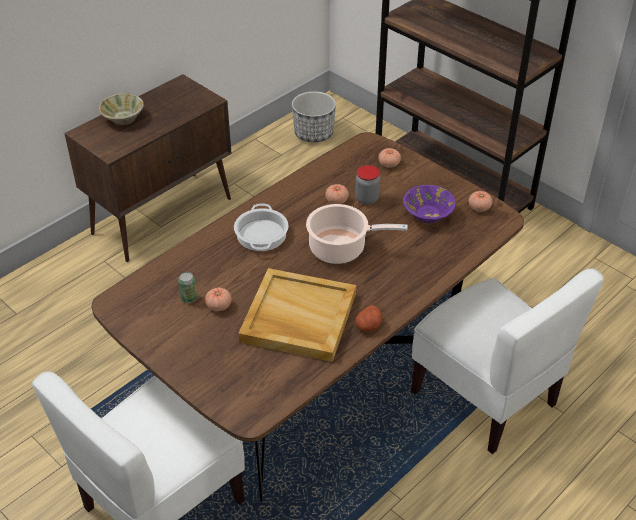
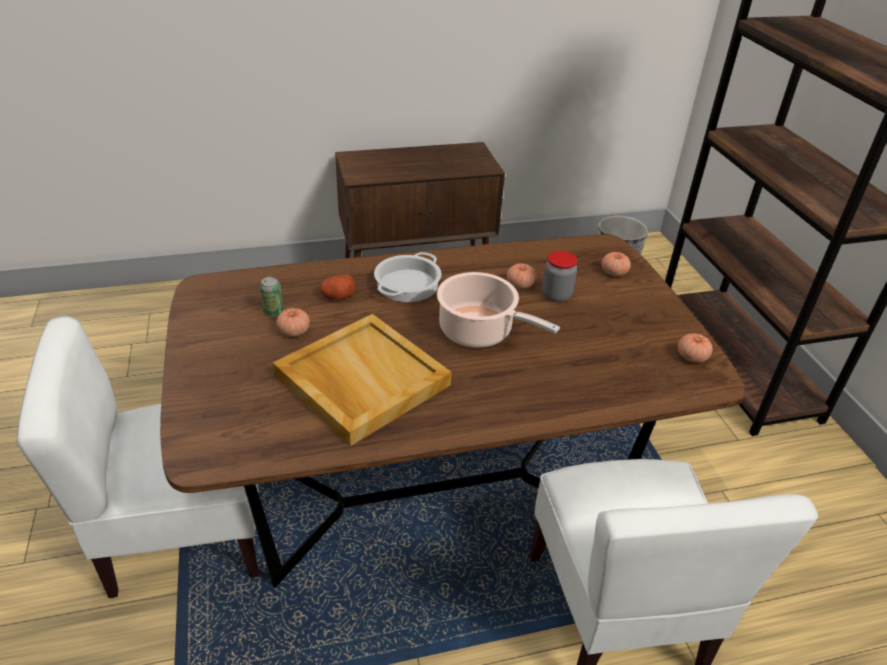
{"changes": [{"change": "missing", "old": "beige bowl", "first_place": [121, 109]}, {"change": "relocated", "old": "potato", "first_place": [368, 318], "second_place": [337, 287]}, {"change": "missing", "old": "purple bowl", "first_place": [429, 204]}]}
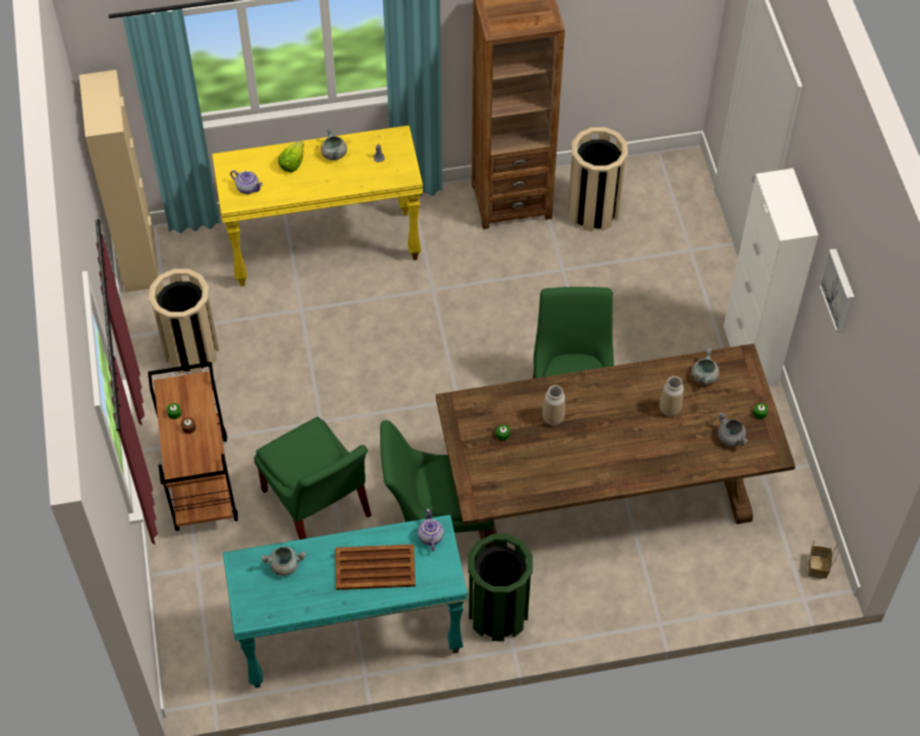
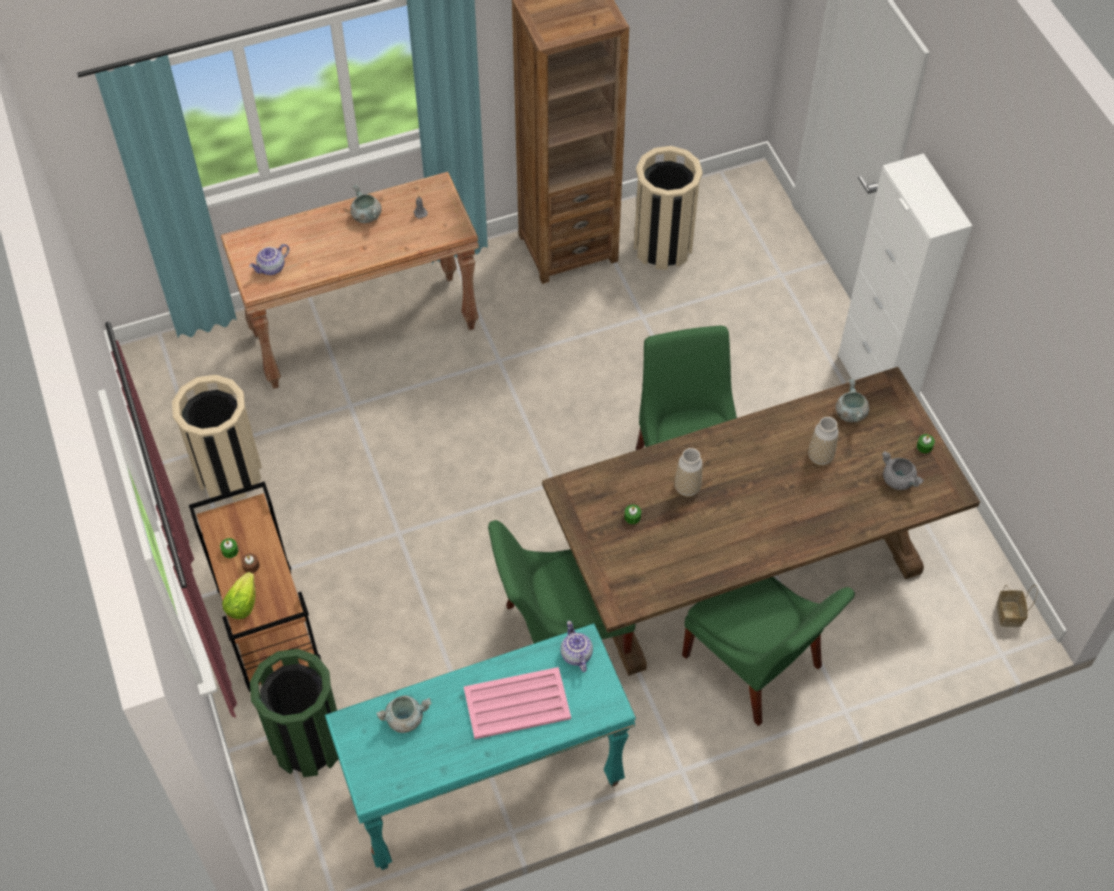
{"changes": [{"change": "missing", "old": "beige cabinet", "first_place": [119, 181]}, {"change": "colour", "old": "yellow console table", "new": "brown console table", "first_place": [317, 206], "second_place": [350, 280]}, {"change": "spun", "old": "teapot", "first_place": [246, 182], "second_place": [269, 259], "degrees": 120}, {"change": "relocated", "old": "green chair", "first_place": [312, 478], "second_place": [768, 651]}, {"change": "relocated", "old": "lettuce", "first_place": [291, 156], "second_place": [239, 595]}, {"change": "colour", "old": "brown tray", "new": "pink tray", "first_place": [375, 567], "second_place": [517, 703]}, {"change": "relocated", "old": "green trash can", "first_place": [500, 587], "second_place": [294, 713]}, {"change": "missing", "old": "picture", "first_place": [836, 291]}]}
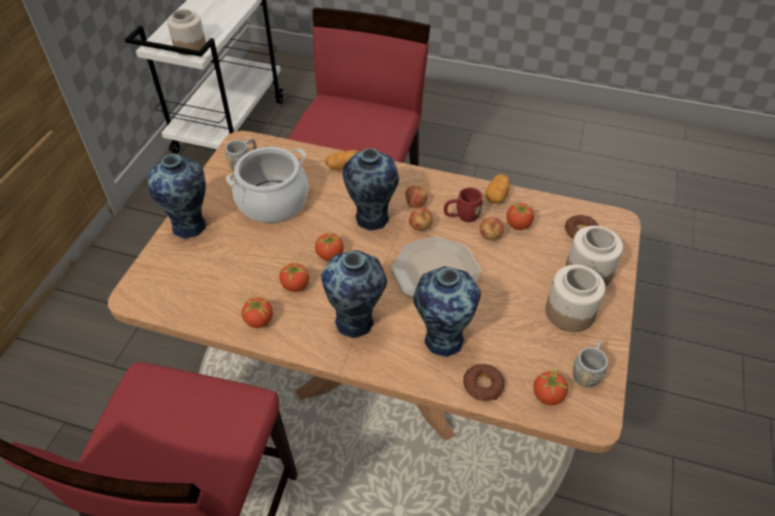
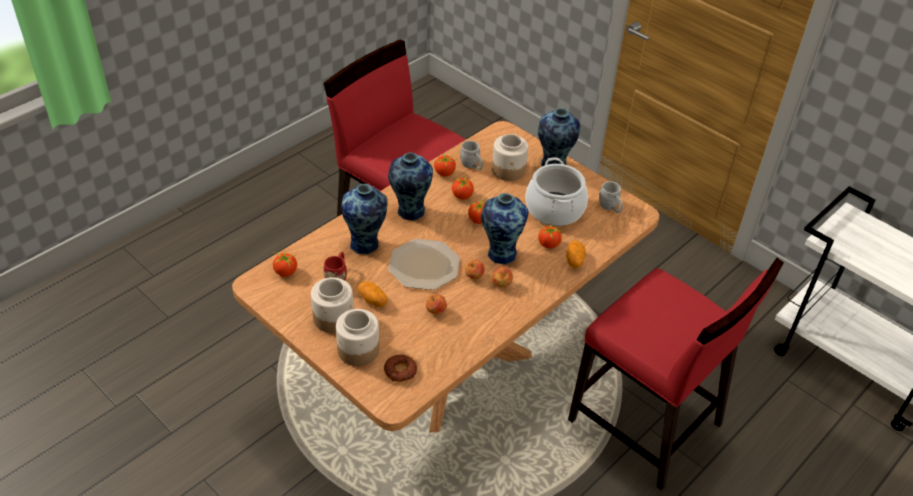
{"changes": [{"change": "relocated", "old": "jar", "first_place": [186, 32], "second_place": [510, 157]}, {"change": "relocated", "old": "red mug", "first_place": [463, 204], "second_place": [335, 266]}, {"change": "missing", "old": "donut", "first_place": [484, 382]}, {"change": "relocated", "old": "potato", "first_place": [498, 189], "second_place": [373, 294]}, {"change": "relocated", "old": "tomato", "first_place": [520, 216], "second_place": [550, 236]}, {"change": "relocated", "old": "grey mug", "first_place": [590, 364], "second_place": [471, 155]}]}
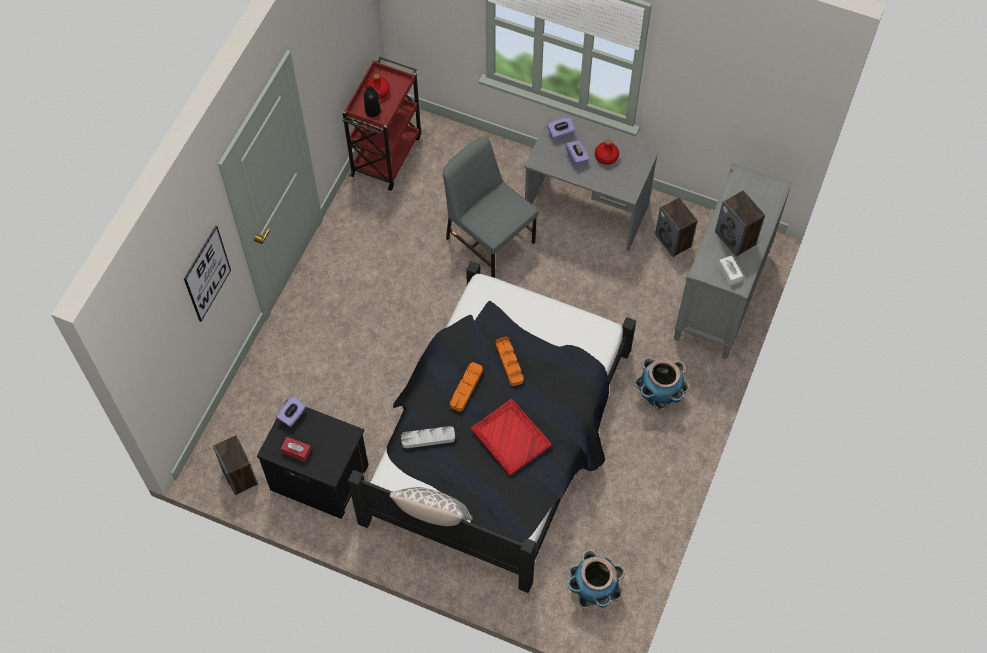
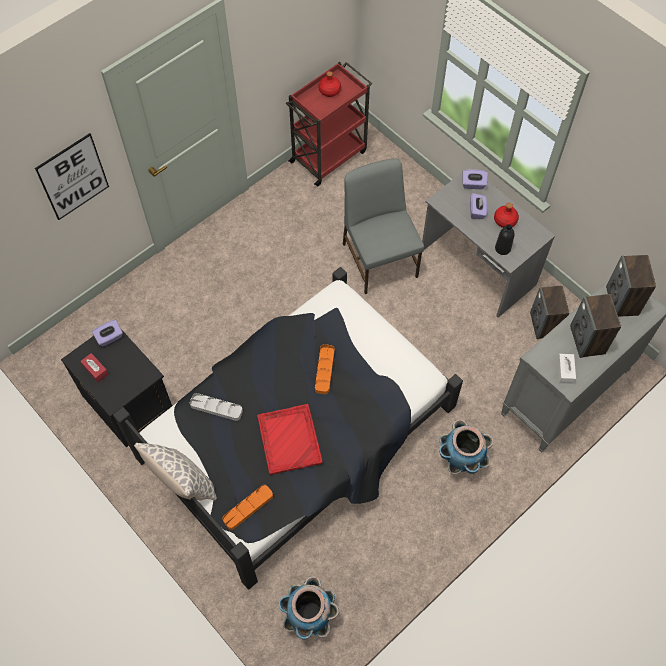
{"changes": [{"change": "relocated", "old": "speaker", "first_place": [235, 465], "second_place": [631, 286]}, {"change": "relocated", "old": "black bottle", "first_place": [372, 101], "second_place": [505, 240]}, {"change": "relocated", "old": "orange tray", "first_place": [466, 387], "second_place": [248, 507]}]}
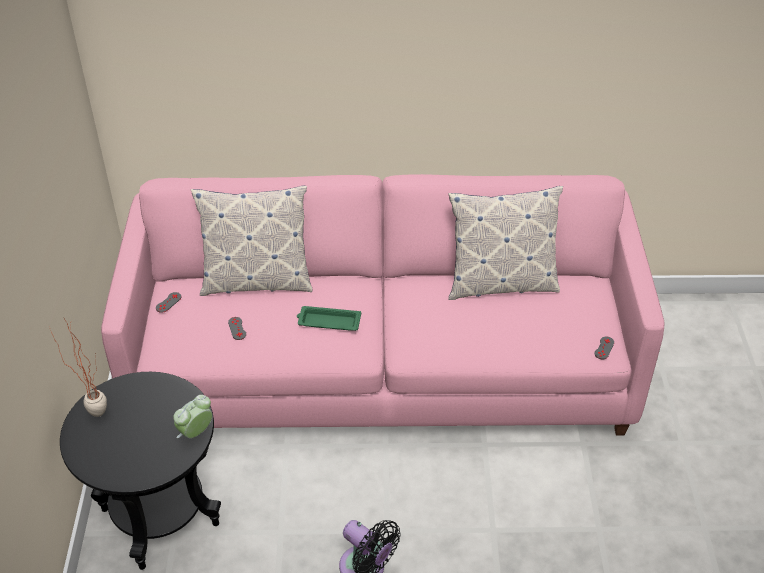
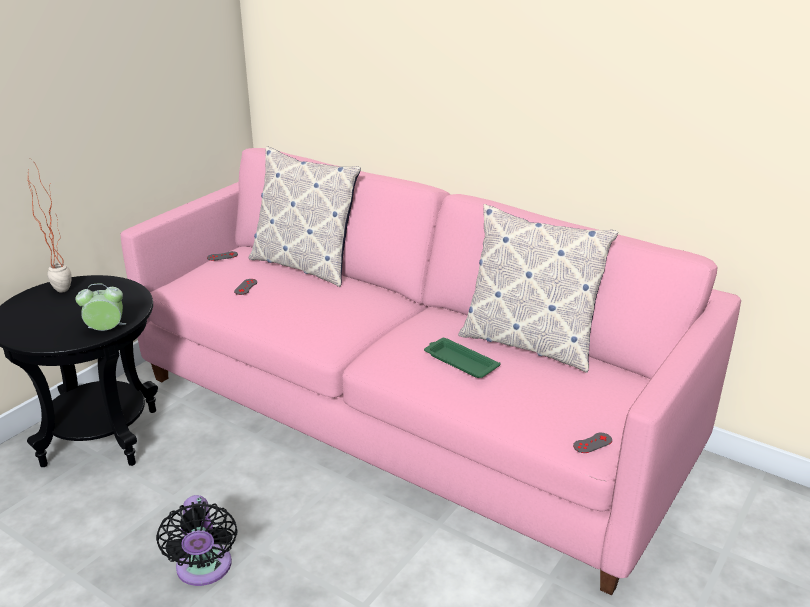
{"changes": [{"change": "relocated", "old": "green tray", "first_place": [329, 318], "second_place": [462, 358]}]}
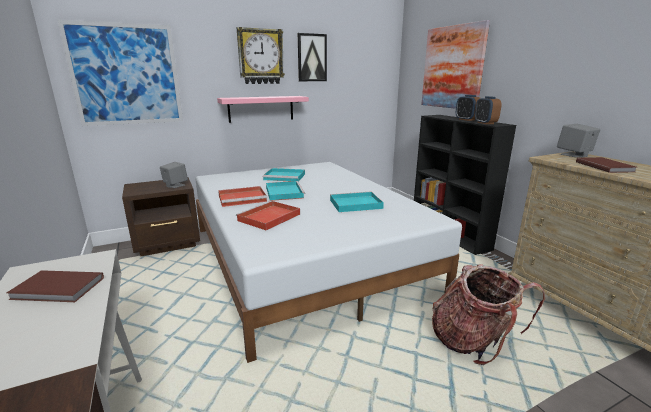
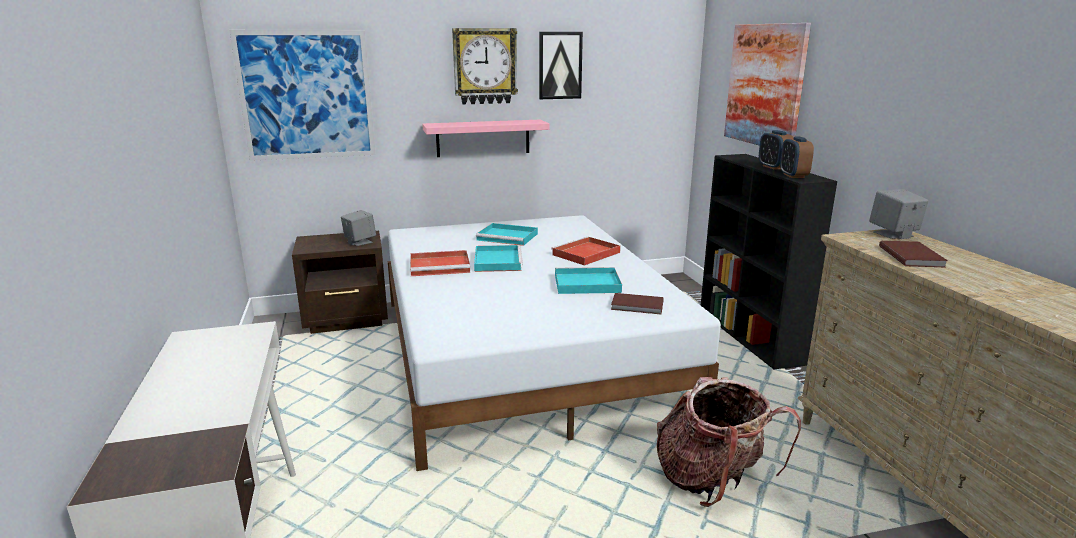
{"changes": [{"change": "relocated", "old": "brown book", "first_place": [55, 286], "second_place": [637, 304]}, {"change": "relocated", "old": "red tray", "first_place": [268, 215], "second_place": [586, 251]}]}
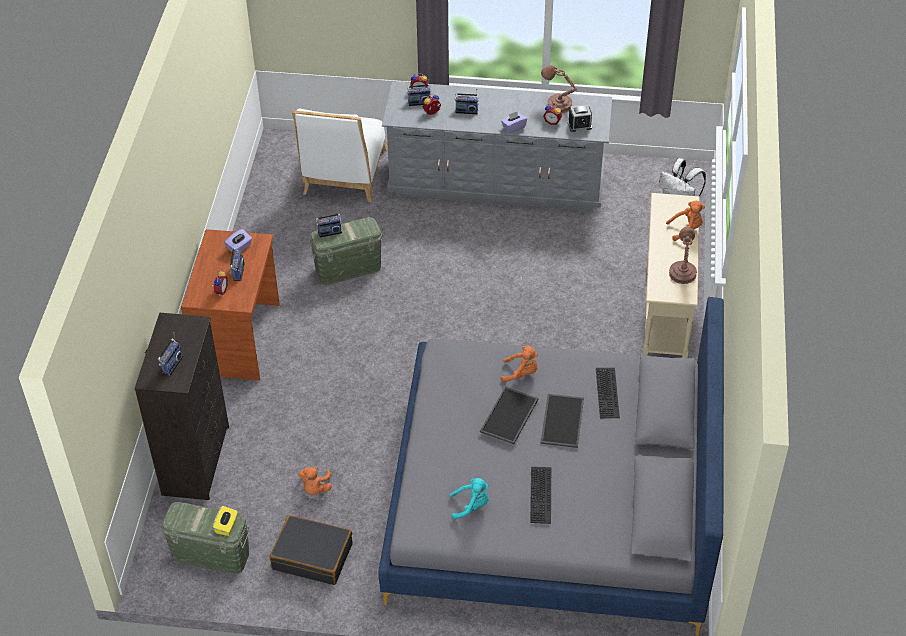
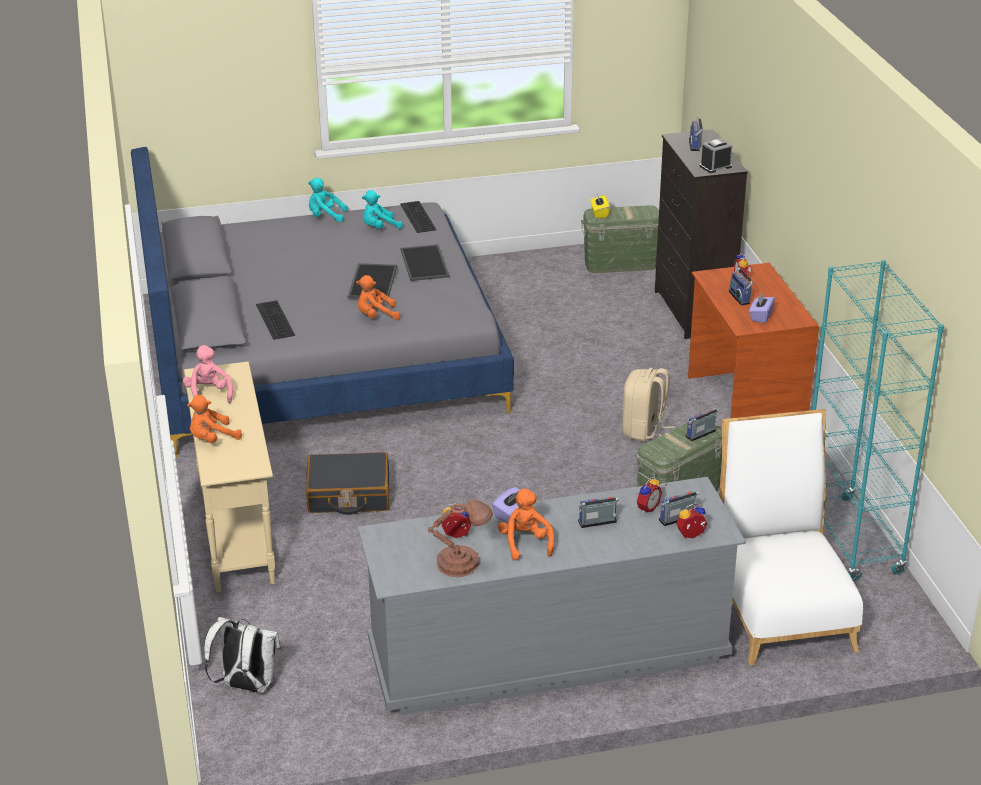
{"changes": [{"change": "relocated", "old": "black suitcase", "first_place": [310, 550], "second_place": [347, 483]}, {"change": "relocated", "old": "orange plush toy", "first_place": [315, 481], "second_place": [526, 524]}, {"change": "relocated", "old": "keyboard", "first_place": [540, 495], "second_place": [418, 217]}, {"change": "relocated", "old": "tray", "first_place": [562, 421], "second_place": [425, 262]}, {"change": "relocated", "old": "alarm clock", "first_place": [580, 118], "second_place": [716, 155]}, {"change": "exchanged", "old": "brown table lamp", "new": "pink plush toy", "first_place": [683, 255], "second_place": [208, 374]}, {"change": "appeared", "new": "turquoise plush toy", "second_place": [327, 200]}, {"change": "appeared", "new": "beige backpack", "second_place": [648, 405]}, {"change": "appeared", "new": "turquoise bookcase", "second_place": [878, 420]}]}
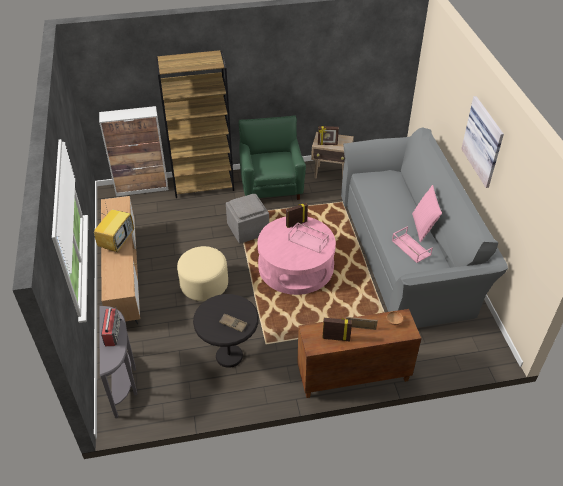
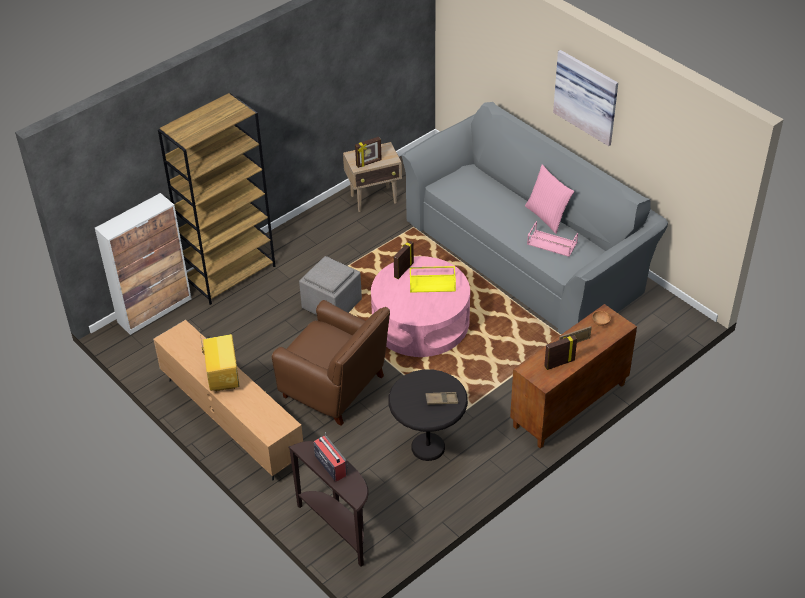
{"changes": [{"change": "colour", "old": "grey console table", "new": "brown console table", "first_place": [118, 362], "second_place": [328, 504]}, {"change": "exchanged", "old": "beige ottoman", "new": "brown armchair", "first_place": [202, 273], "second_place": [331, 363]}, {"change": "missing", "old": "green armchair", "first_place": [272, 157]}, {"change": "colour", "old": "pink tray", "new": "yellow tray", "first_place": [308, 237], "second_place": [433, 279]}]}
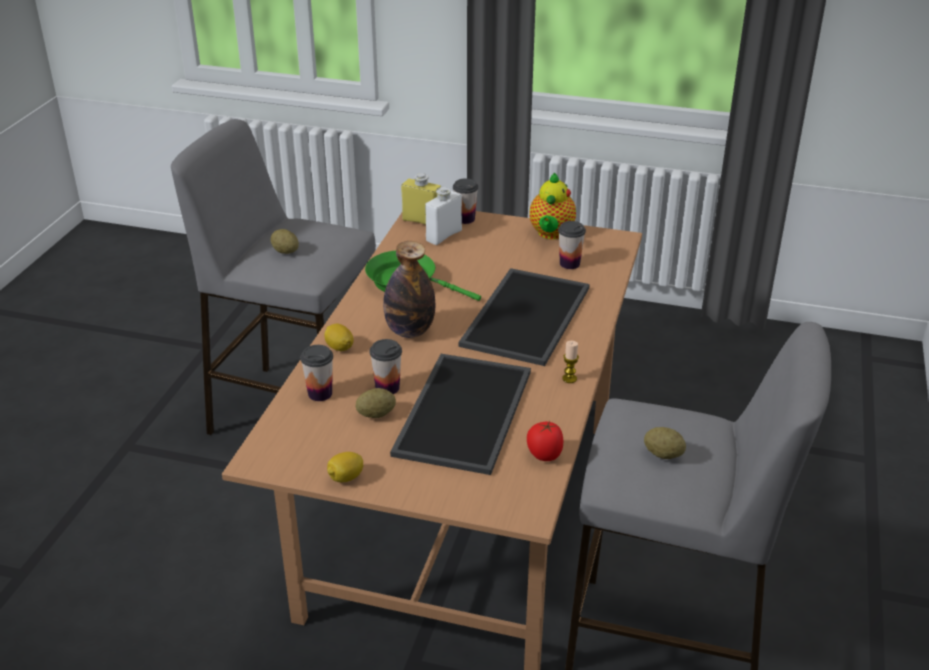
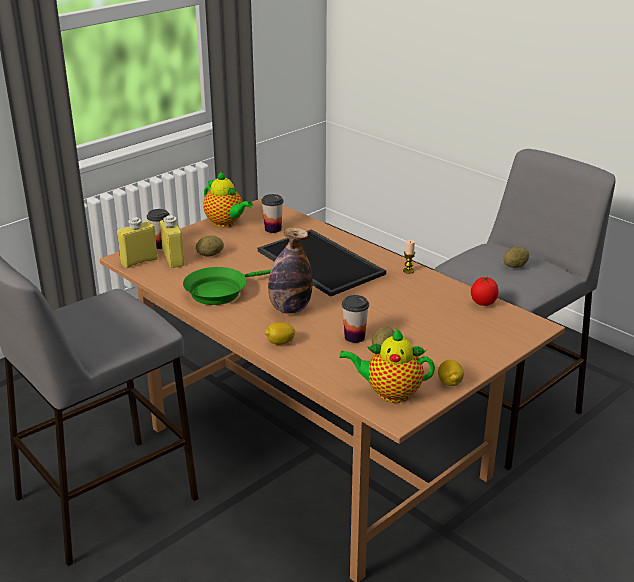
{"changes": [{"change": "relocated", "old": "potato", "first_place": [284, 241], "second_place": [210, 246]}, {"change": "missing", "old": "cup", "first_place": [316, 373]}, {"change": "missing", "old": "tray", "first_place": [460, 414]}, {"change": "colour", "old": "white bottle", "new": "yellow bottle", "first_place": [443, 216], "second_place": [172, 241]}, {"change": "appeared", "new": "teapot", "second_place": [387, 366]}]}
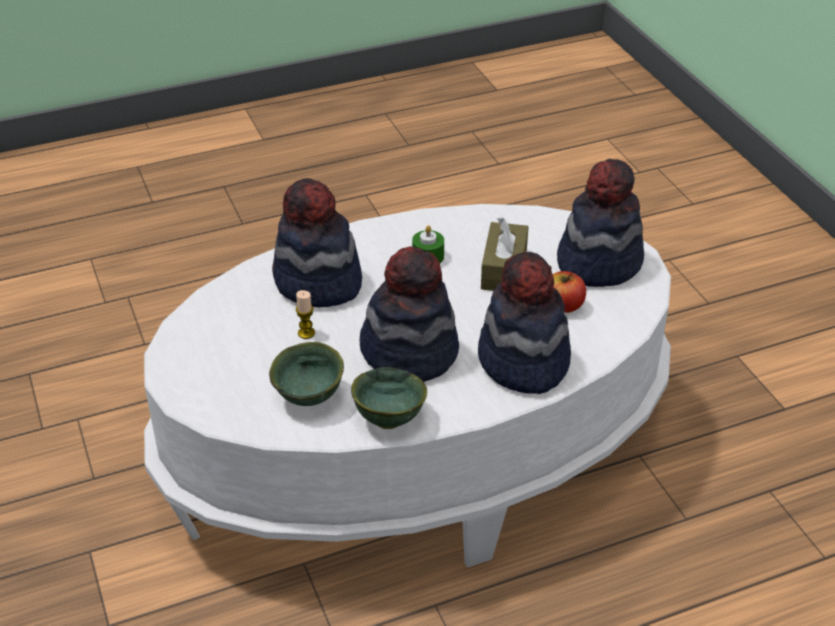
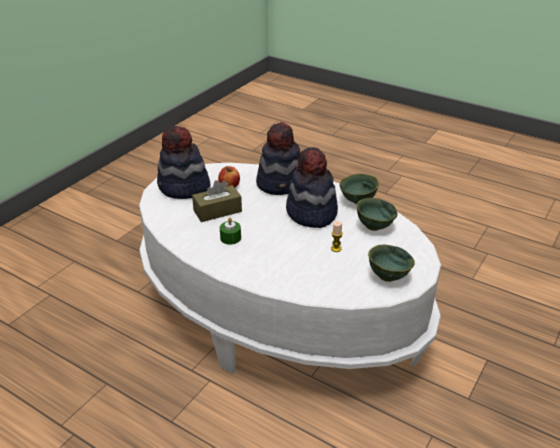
{"changes": [{"change": "missing", "old": "hat", "first_place": [317, 242]}, {"change": "appeared", "new": "green bowl", "second_place": [391, 263]}]}
